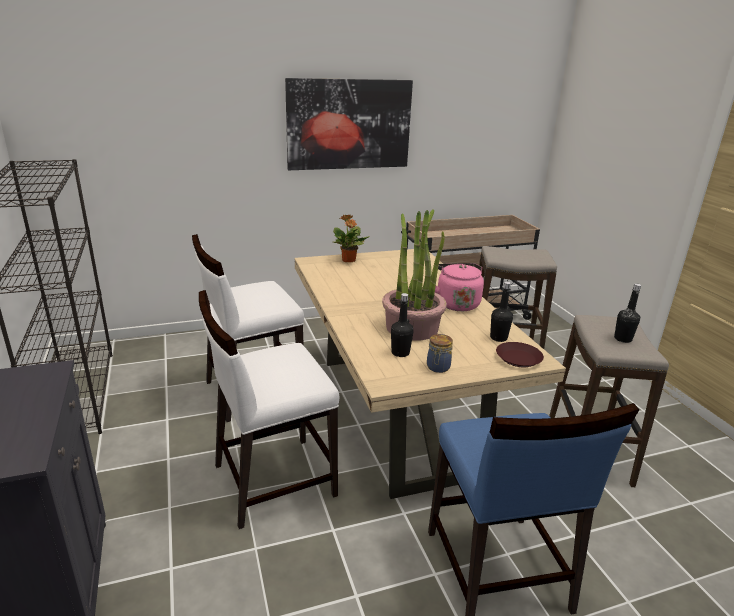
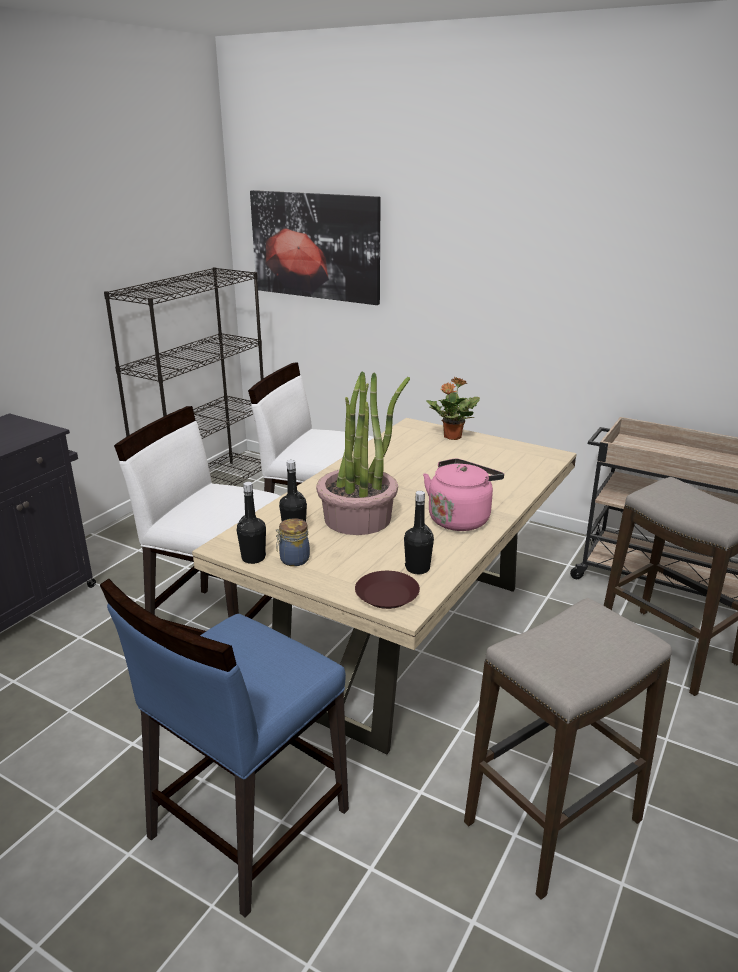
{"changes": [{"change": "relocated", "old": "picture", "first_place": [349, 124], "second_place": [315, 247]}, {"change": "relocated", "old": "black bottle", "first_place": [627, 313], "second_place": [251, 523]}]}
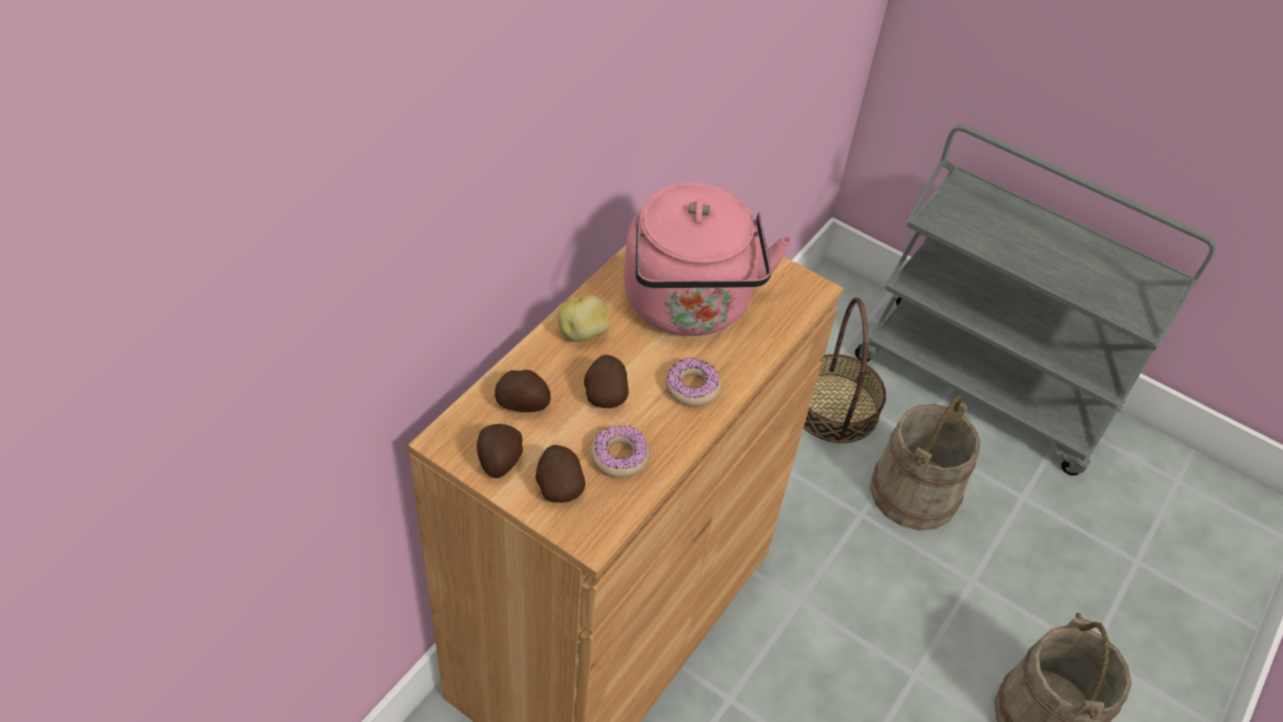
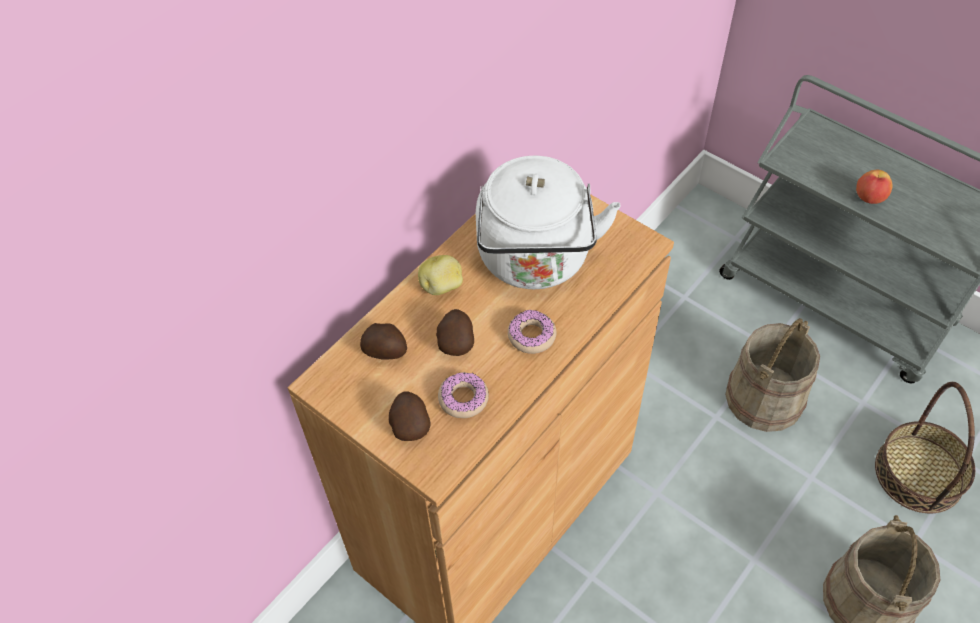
{"changes": [{"change": "missing", "old": "potato", "first_place": [500, 451]}, {"change": "colour", "old": "pink kettle", "new": "white kettle", "first_place": [707, 259], "second_place": [548, 222]}, {"change": "relocated", "old": "basket", "first_place": [845, 370], "second_place": [925, 447]}, {"change": "appeared", "new": "apple", "second_place": [874, 187]}]}
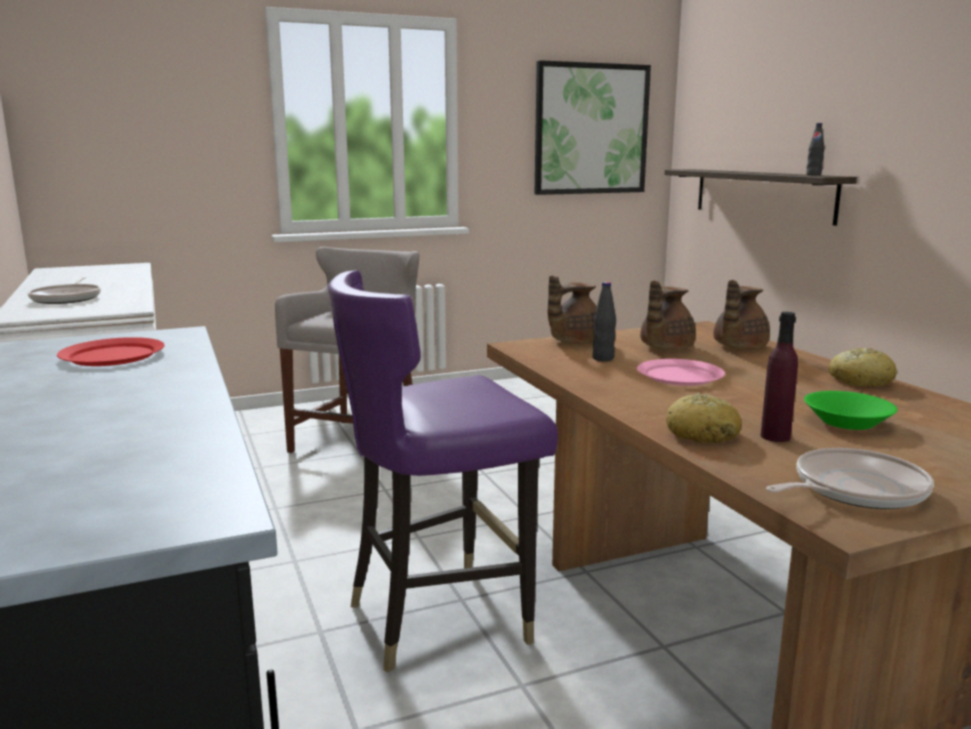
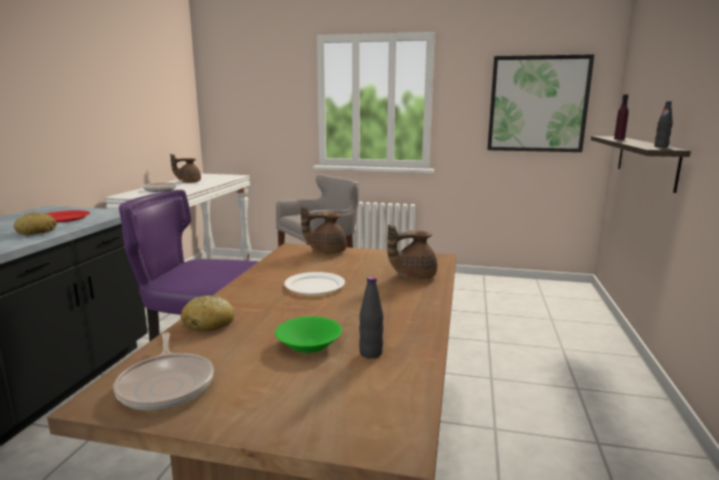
{"changes": [{"change": "relocated", "old": "black bottle", "first_place": [604, 321], "second_place": [371, 318]}, {"change": "colour", "old": "pink plate", "new": "white plate", "first_place": [681, 372], "second_place": [314, 283]}, {"change": "relocated", "old": "brown teapot", "first_place": [668, 315], "second_place": [185, 168]}, {"change": "relocated", "old": "purple bottle", "first_place": [779, 377], "second_place": [621, 117]}, {"change": "spun", "old": "frying pan", "first_place": [850, 478], "second_place": [164, 371], "degrees": 60}, {"change": "relocated", "old": "bread", "first_place": [863, 367], "second_place": [35, 223]}]}
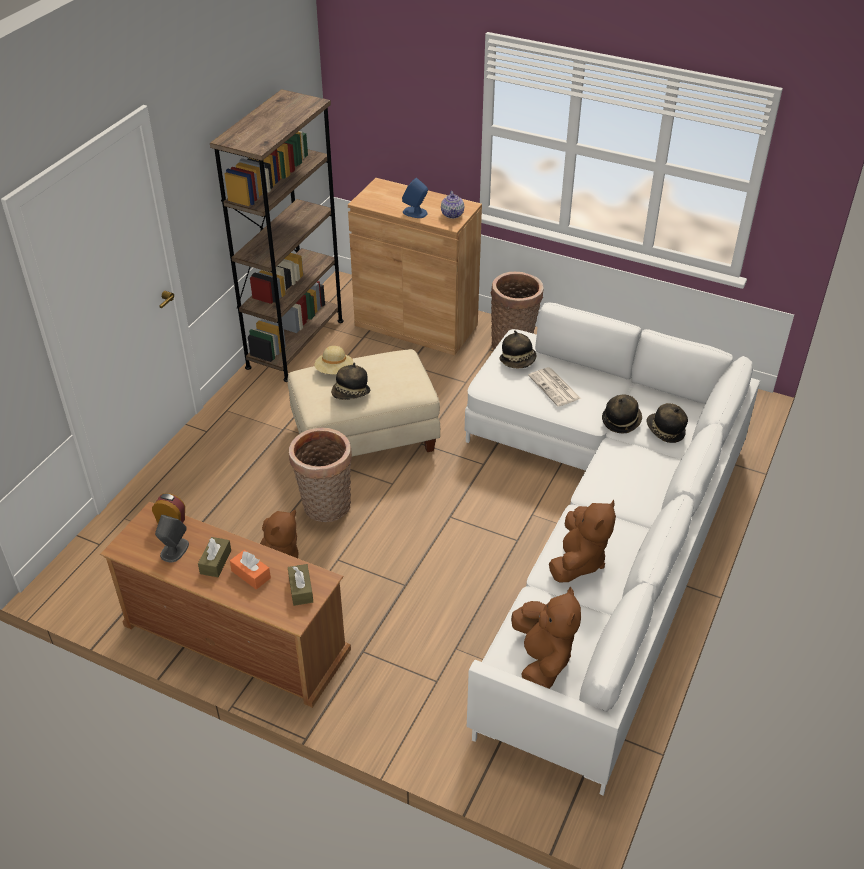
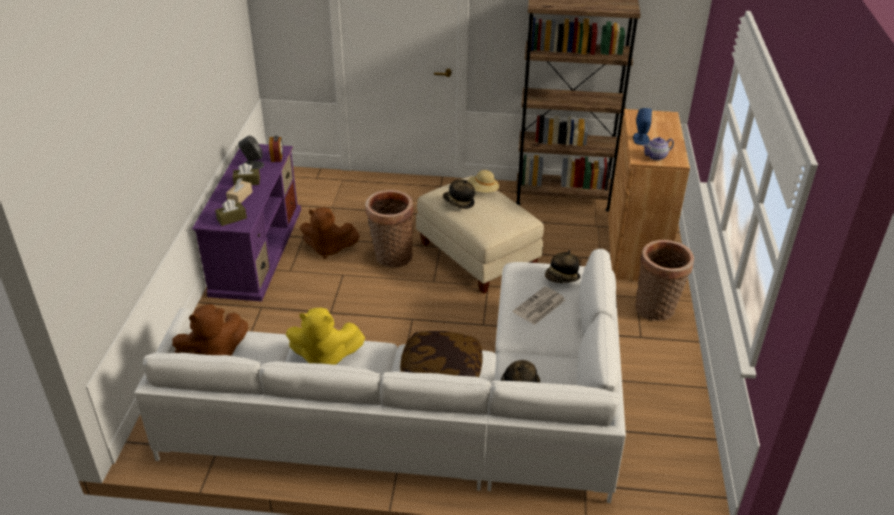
{"changes": [{"change": "colour", "old": "brown tv stand", "new": "purple tv stand", "first_place": [225, 605], "second_place": [246, 223]}, {"change": "colour", "old": "orange tissue box", "new": "beige tissue box", "first_place": [250, 570], "second_place": [239, 191]}, {"change": "colour", "old": "brown plush toy", "new": "yellow plush toy", "first_place": [582, 541], "second_place": [325, 336]}, {"change": "missing", "old": "hat", "first_place": [622, 414]}, {"change": "appeared", "new": "pillow", "second_place": [441, 354]}]}
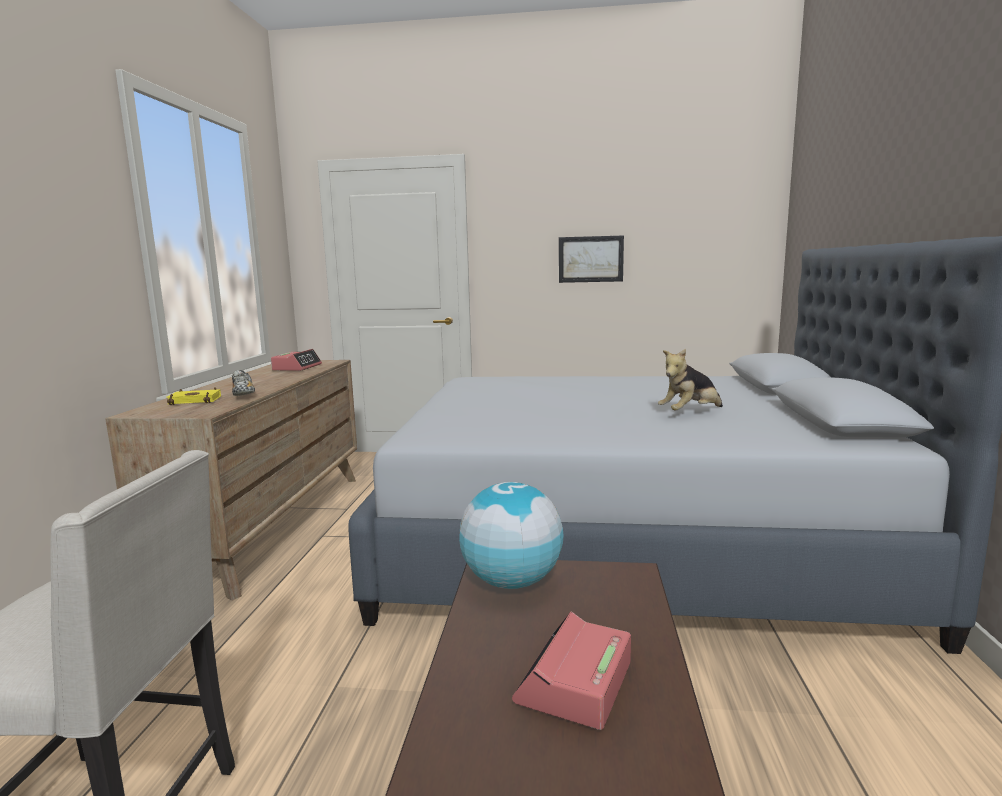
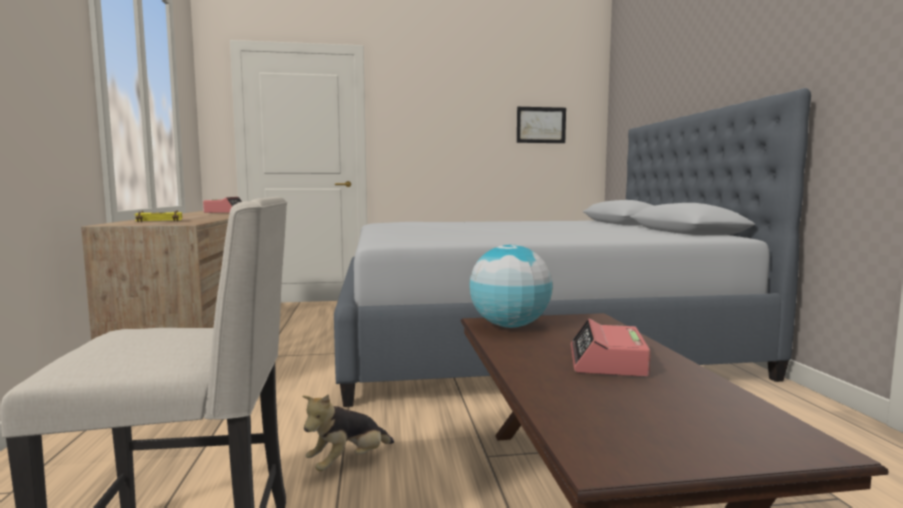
{"changes": [{"change": "missing", "old": "shoe", "first_place": [243, 383]}, {"change": "relocated", "old": "picture", "first_place": [591, 259], "second_place": [541, 125]}, {"change": "relocated", "old": "plush toy", "first_place": [690, 379], "second_place": [348, 432]}]}
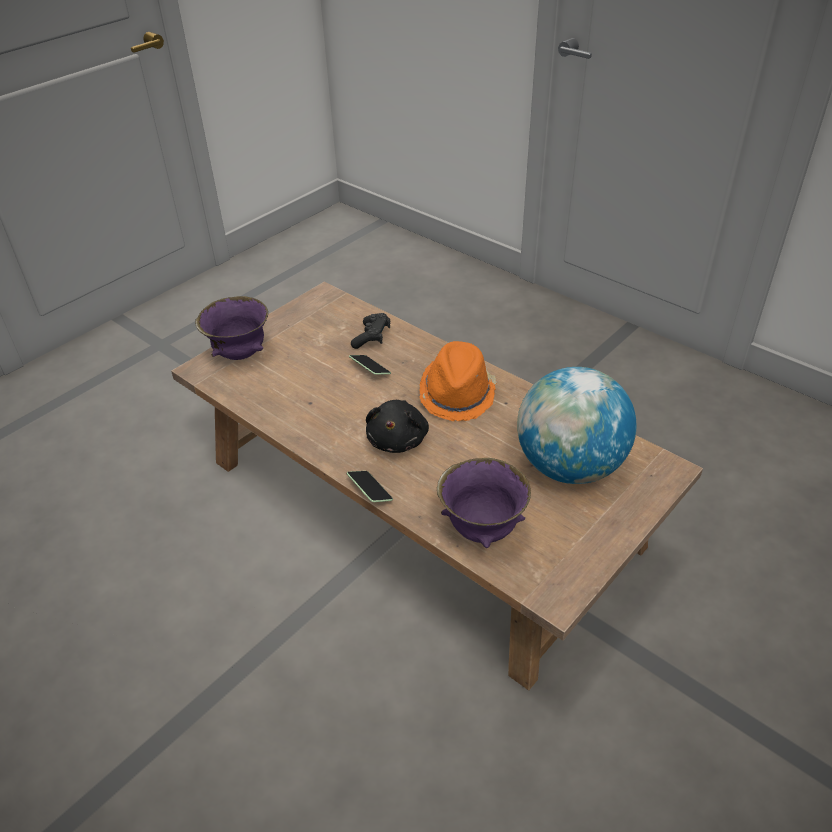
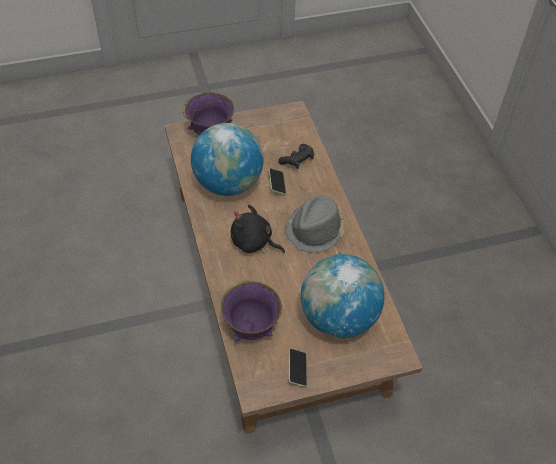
{"changes": [{"change": "relocated", "old": "phone", "first_place": [370, 486], "second_place": [298, 368]}, {"change": "spun", "old": "black plush toy", "first_place": [397, 426], "second_place": [258, 229], "degrees": 75}, {"change": "colour", "old": "orange hat", "new": "grey hat", "first_place": [458, 381], "second_place": [315, 224]}, {"change": "appeared", "new": "globe", "second_place": [227, 159]}]}
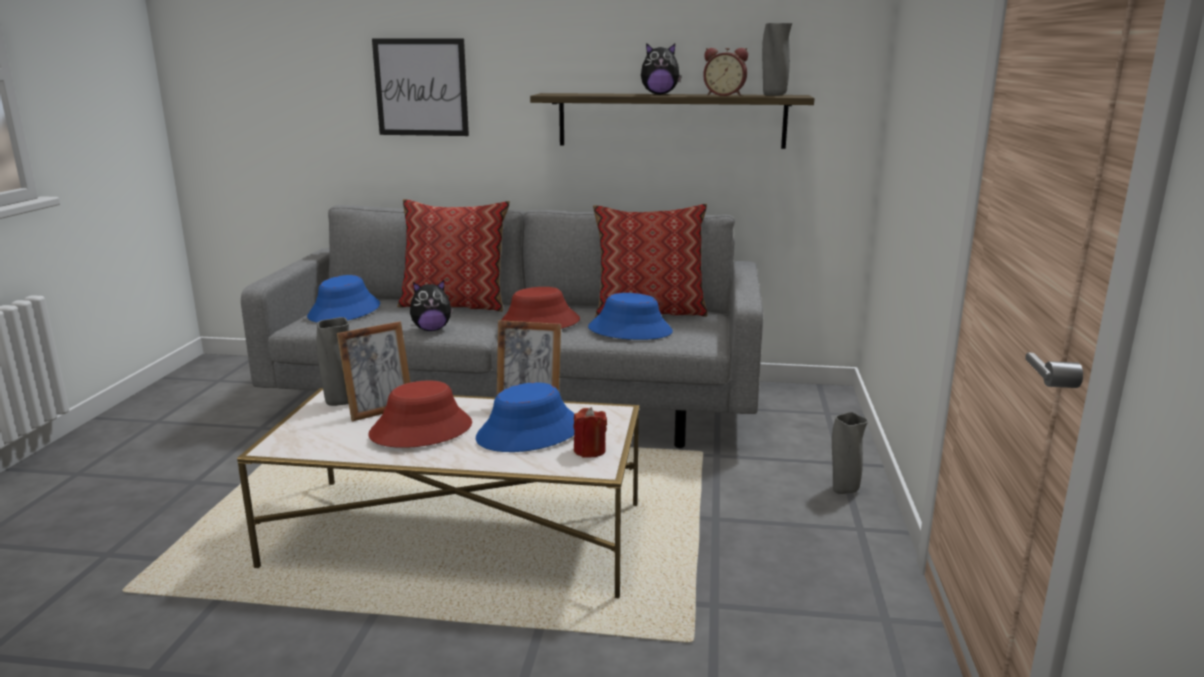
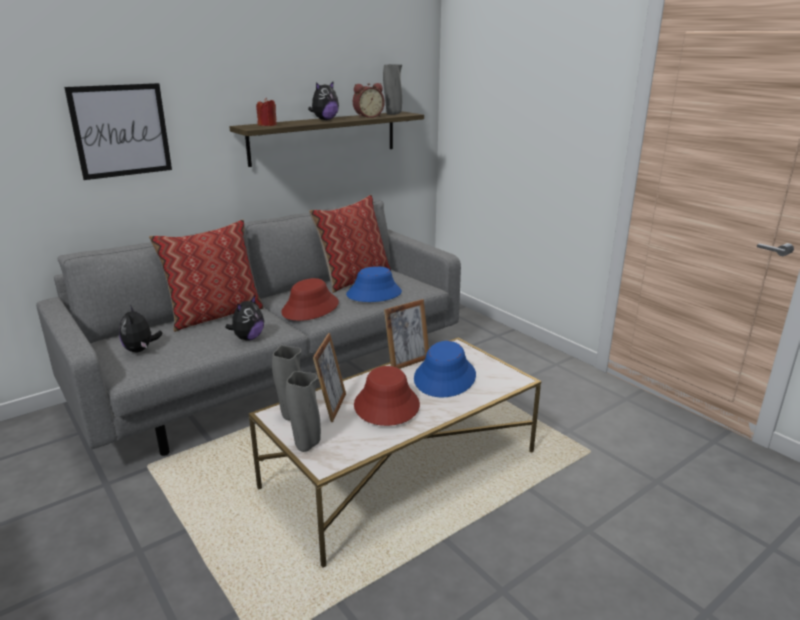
{"changes": [{"change": "exchanged", "old": "blue hat", "new": "plush toy", "first_place": [343, 298], "second_place": [140, 329]}, {"change": "relocated", "old": "red candle", "first_place": [590, 432], "second_place": [266, 112]}, {"change": "relocated", "old": "grey vase", "first_place": [850, 453], "second_place": [303, 411]}]}
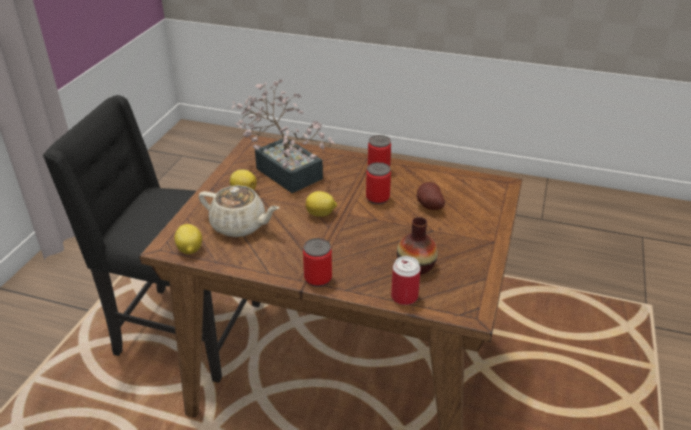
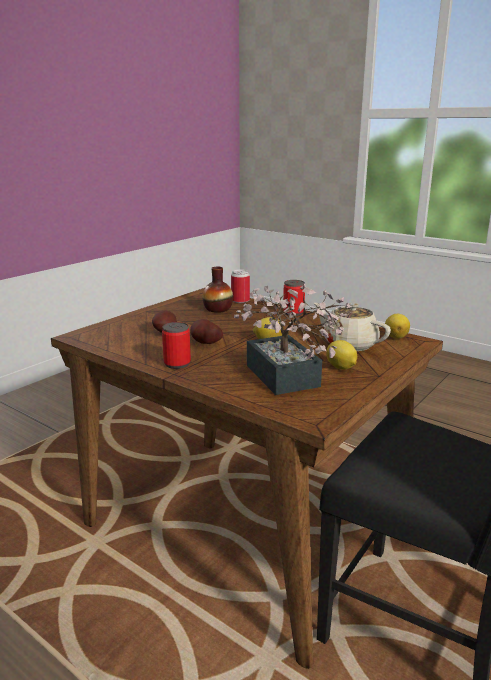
{"changes": [{"change": "exchanged", "old": "can", "new": "potato", "first_place": [378, 183], "second_place": [206, 331]}]}
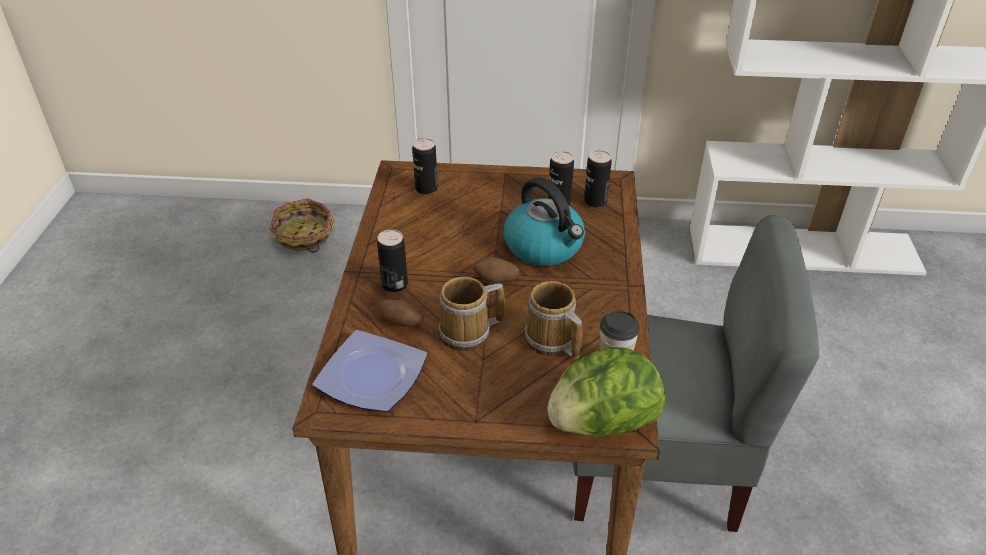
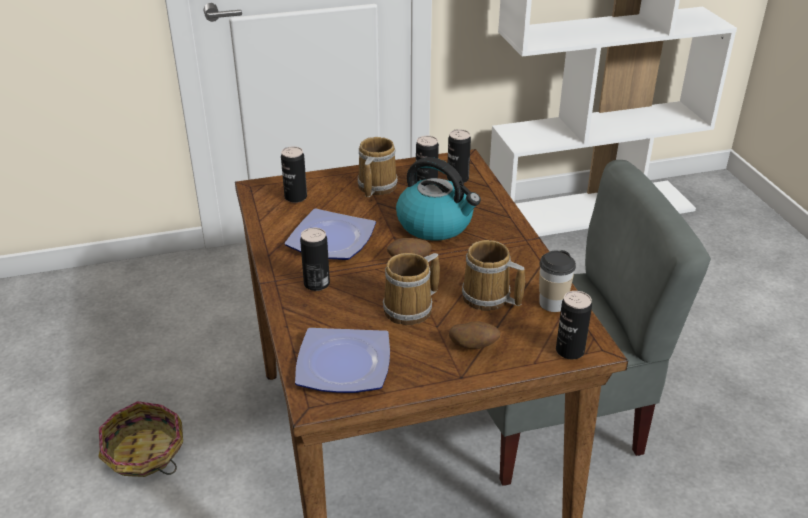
{"changes": [{"change": "relocated", "old": "basket", "first_place": [302, 225], "second_place": [140, 439]}, {"change": "relocated", "old": "potato", "first_place": [402, 313], "second_place": [475, 335]}, {"change": "exchanged", "old": "lettuce", "new": "can", "first_place": [606, 392], "second_place": [574, 325]}, {"change": "appeared", "new": "plate", "second_place": [330, 234]}, {"change": "appeared", "new": "mug", "second_place": [377, 167]}]}
